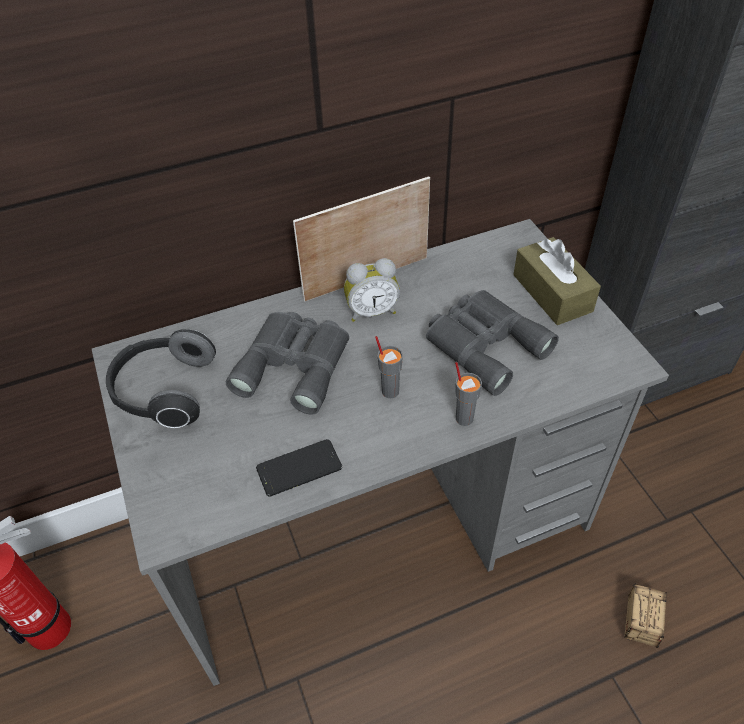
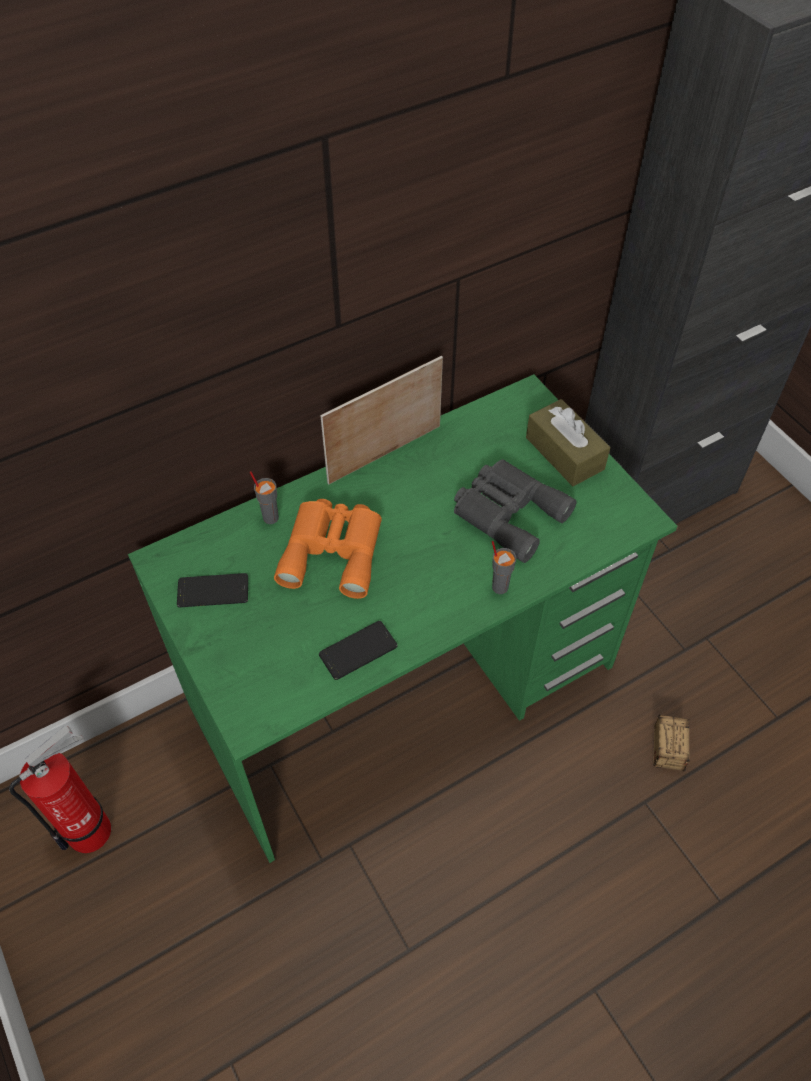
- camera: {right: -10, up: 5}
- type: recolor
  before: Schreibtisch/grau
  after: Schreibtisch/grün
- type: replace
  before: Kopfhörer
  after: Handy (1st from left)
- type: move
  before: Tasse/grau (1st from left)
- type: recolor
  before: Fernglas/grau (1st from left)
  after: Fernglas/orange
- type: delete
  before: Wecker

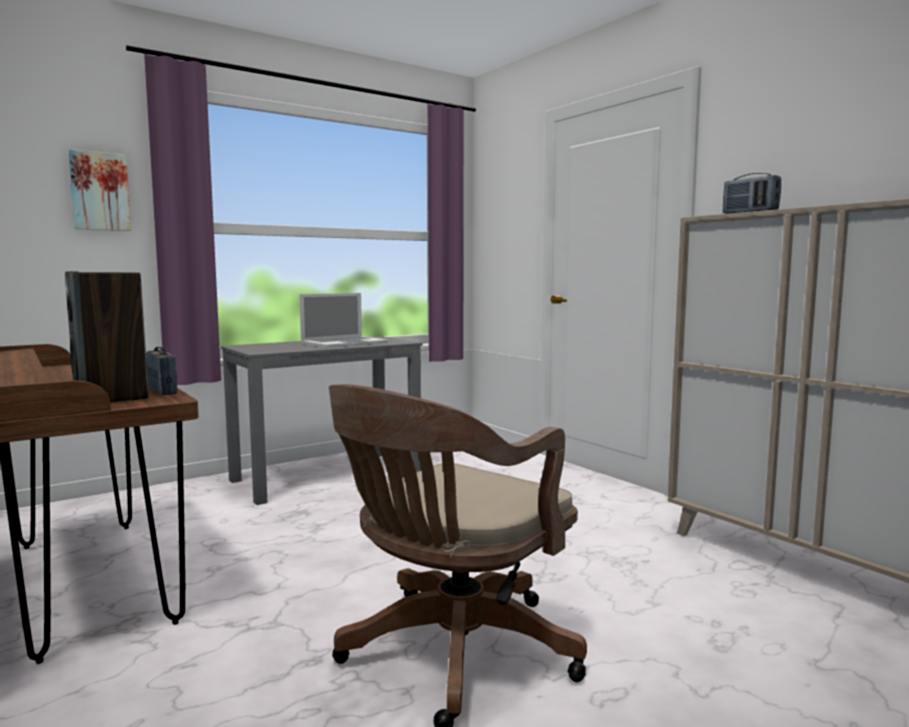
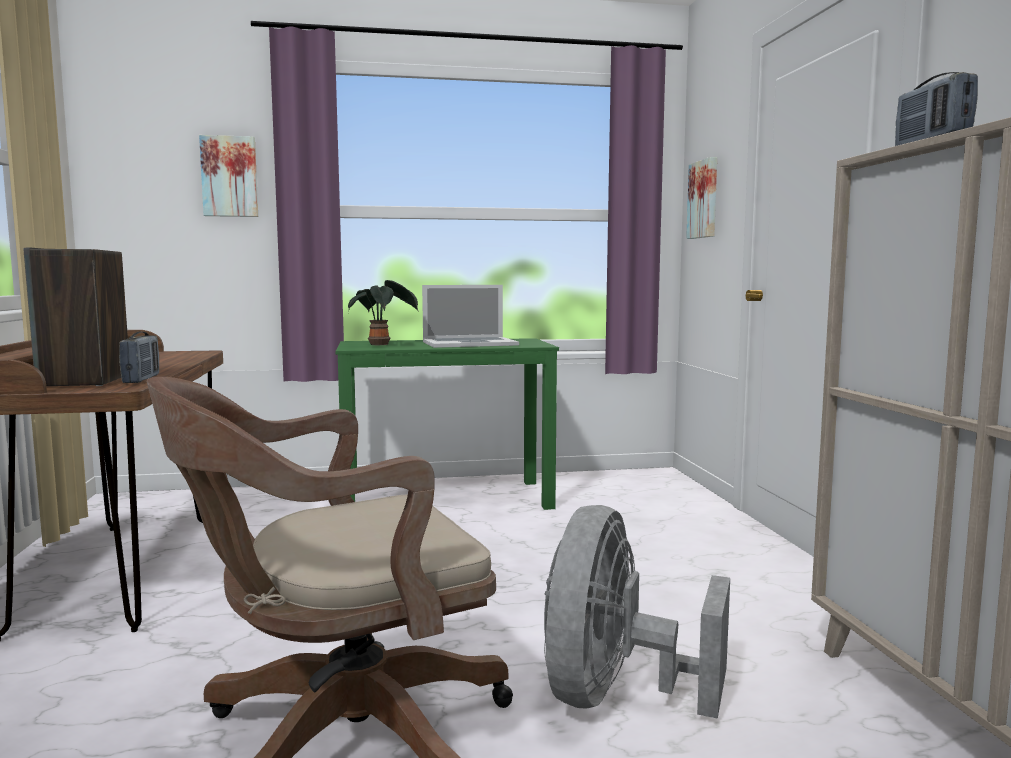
- camera: {right: 25, up: 0}
- type: recolor
  before: Schreibtisch/grau
  after: Schreibtisch/grün
- type: insert
  after: Topfpflanze
- type: insert
  after: Ventilator/grau
- type: insert
  after: Bild (2nd from left)

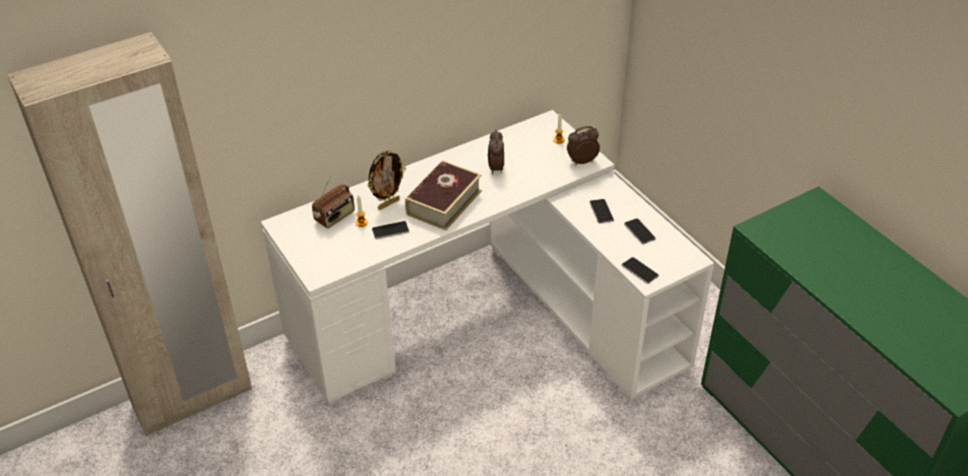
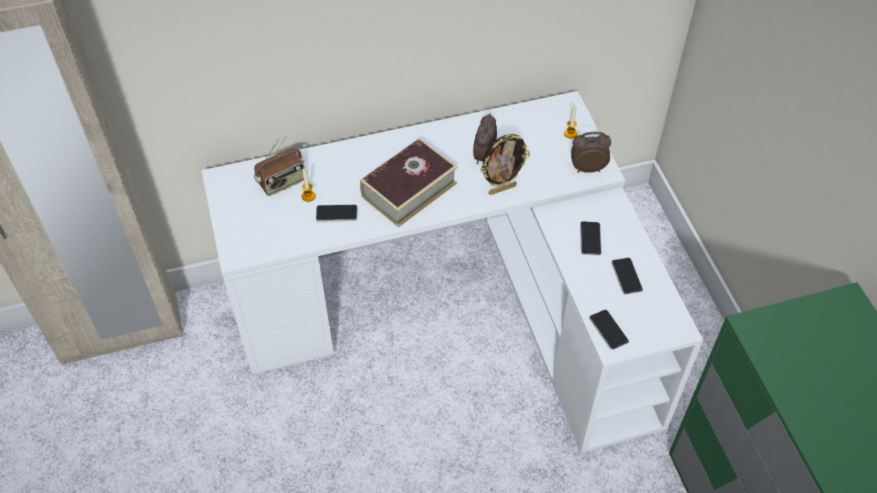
- camera: {right: 15, up: 10}
- type: move
  before: Bilderrahmen

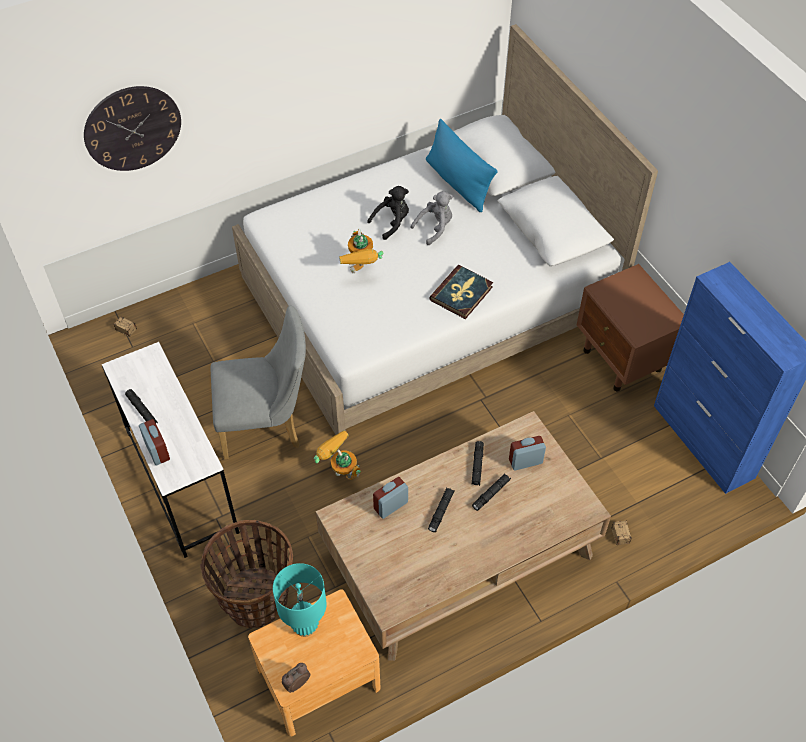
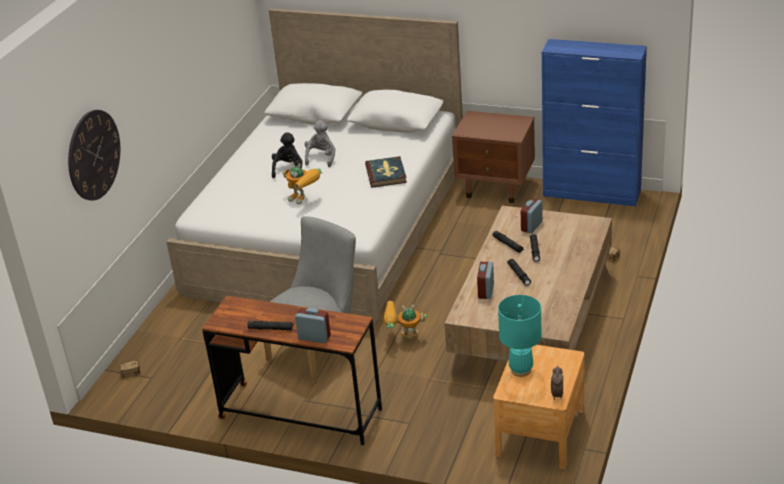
- camera: {right: -40, up: -20}
- type: recolor
  before: Schreibtisch/weiß
  after: Schreibtisch/braun
- type: delete
  before: Korb
- type: delete
  before: Kissen/blau

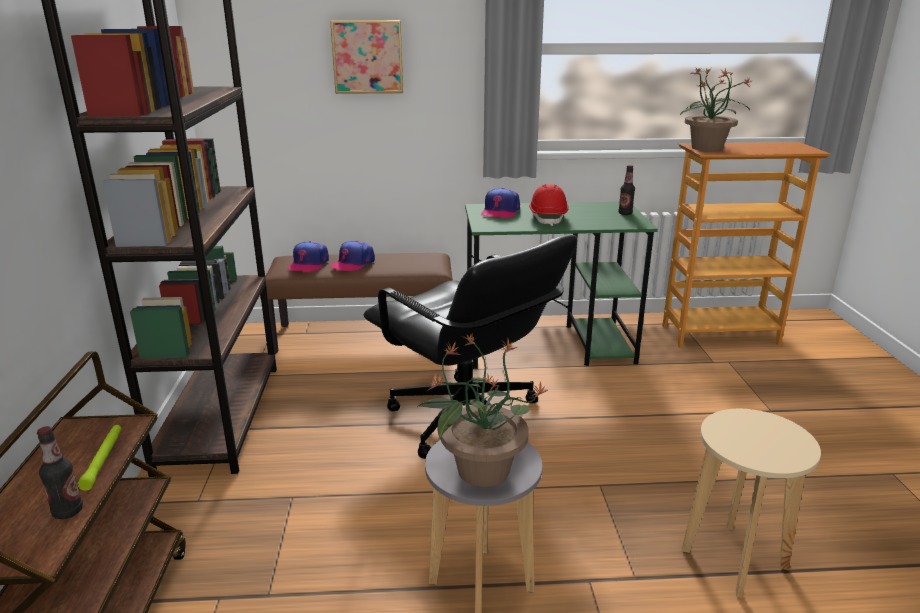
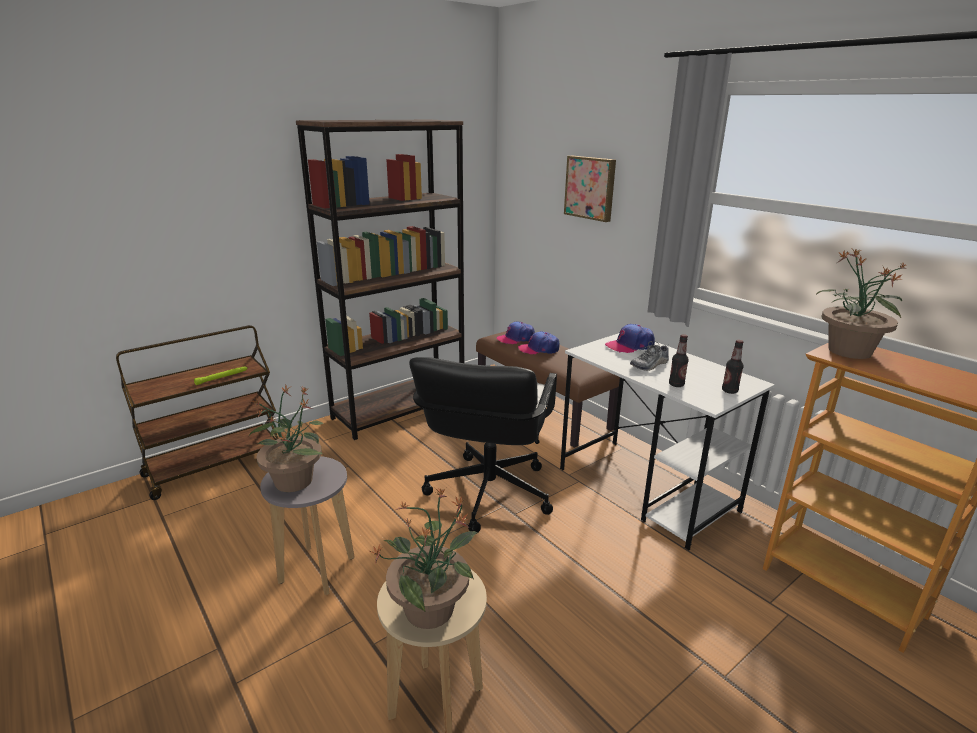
- camera: {right: 55, up: 0}
- type: insert
  after: Topfpflanze (2nd from left)
- type: recolor
  before: Schreibtisch/grün
  after: Schreibtisch/weiß
- type: replace
  before: Schutzhelm/rot
  after: Schuh
- type: move
  before: Flasche (1st from left)

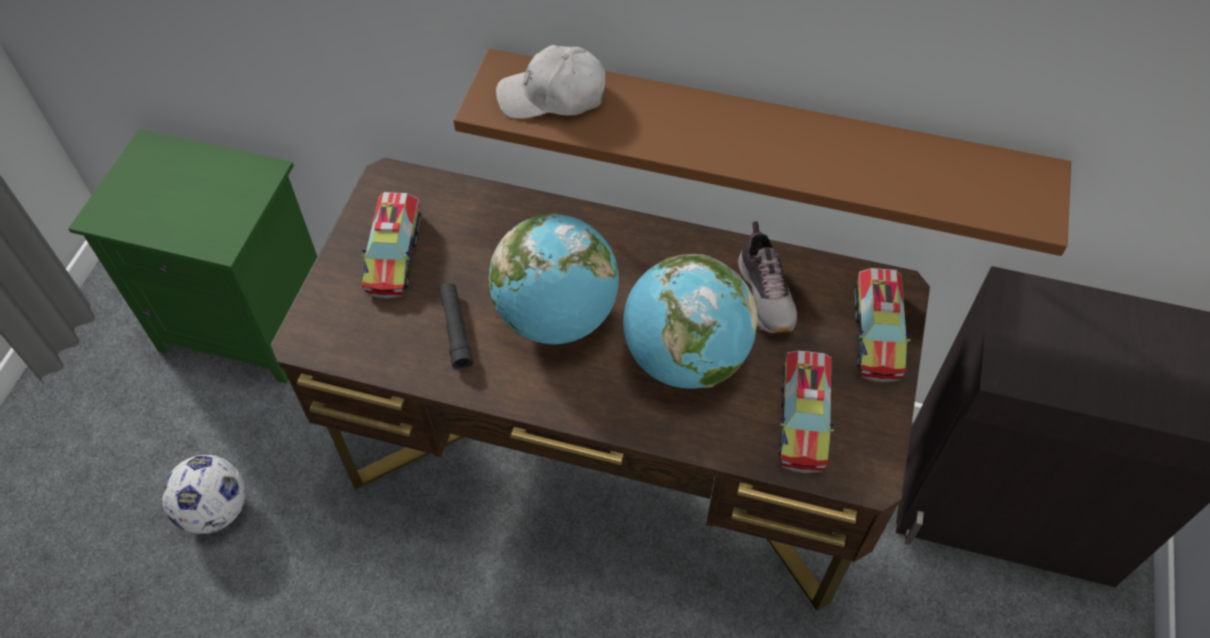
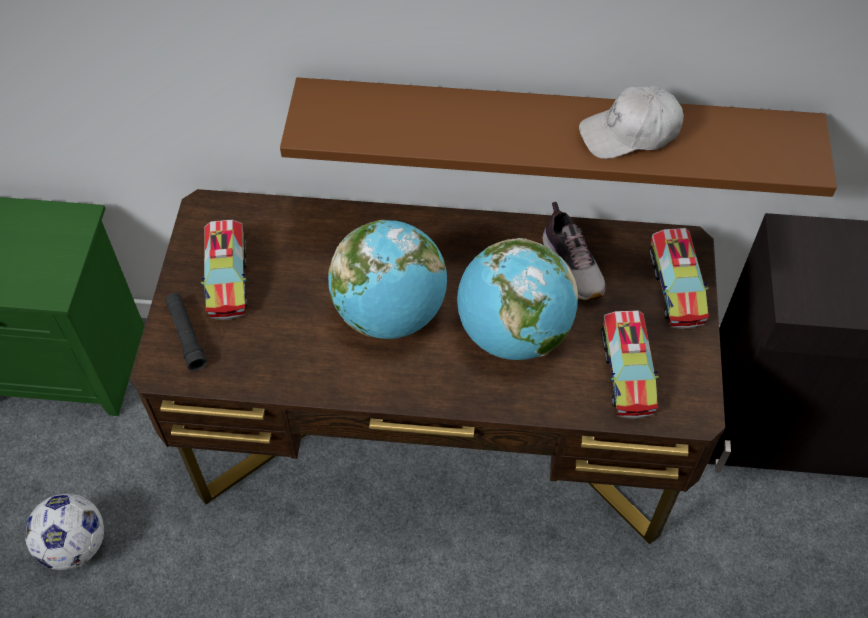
- camera: {right: -10, up: 0}
- type: move
  before: Taschenlampe/schwarz
- type: move
  before: Kappe/weiß

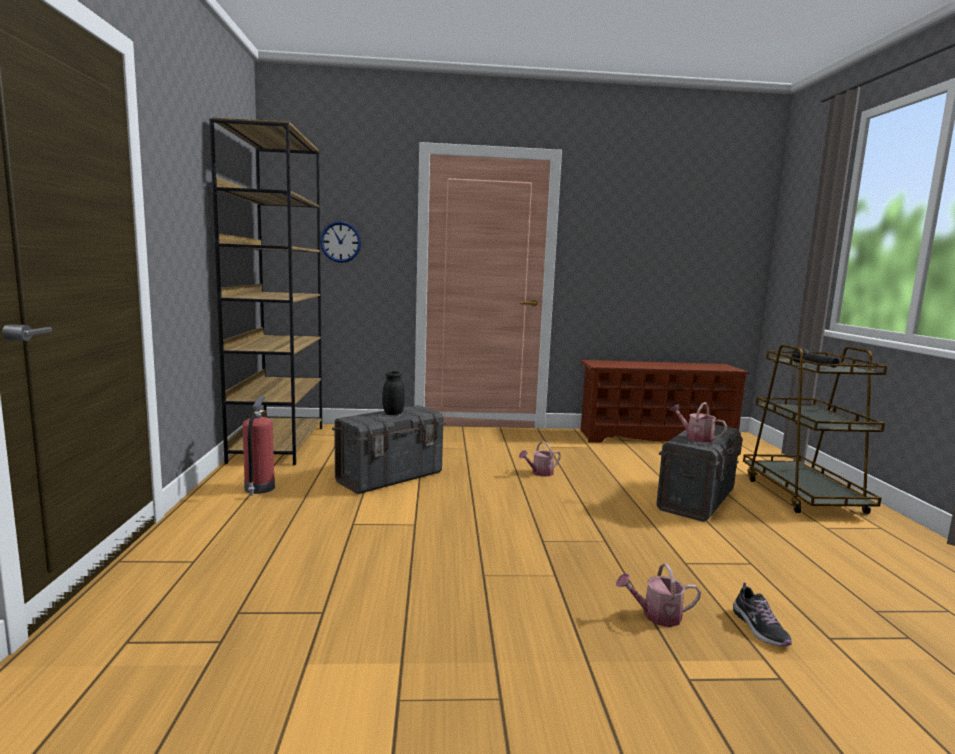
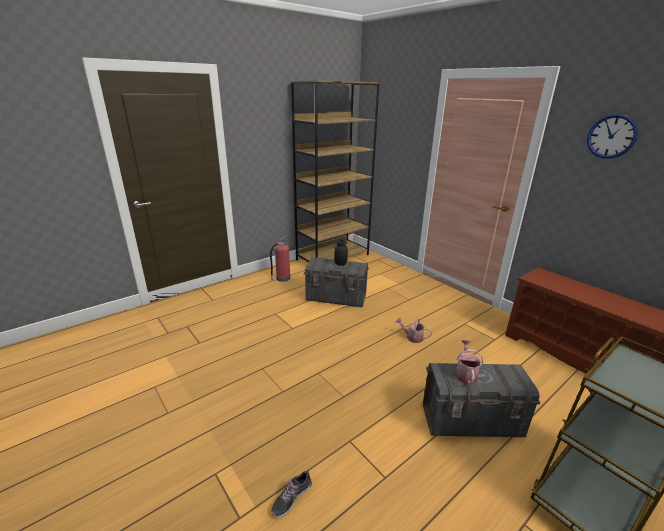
- camera: {right: 55, up: 15}
- type: move
  before: Wanduhr
- type: delete
  before: Gießkanne (2nd from left)
- type: delete
  before: Taschenlampe/schwarz

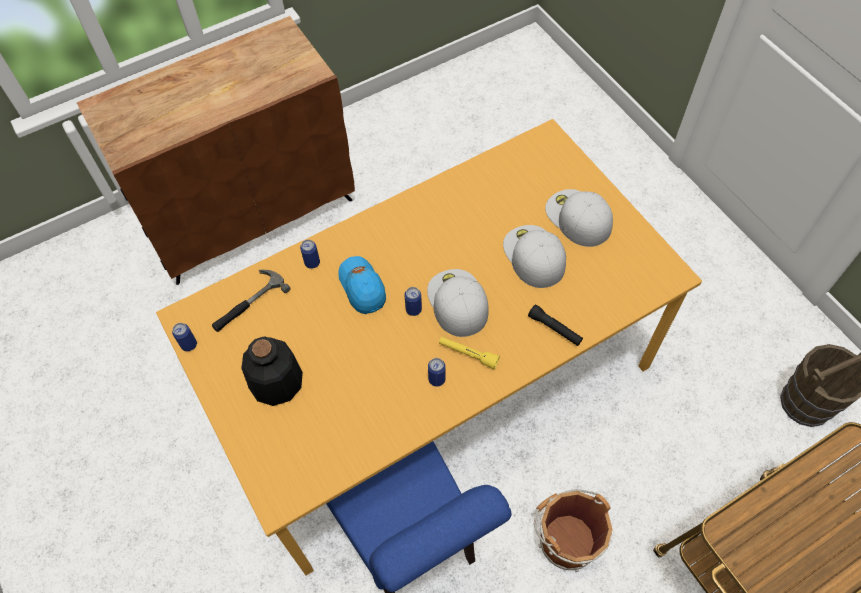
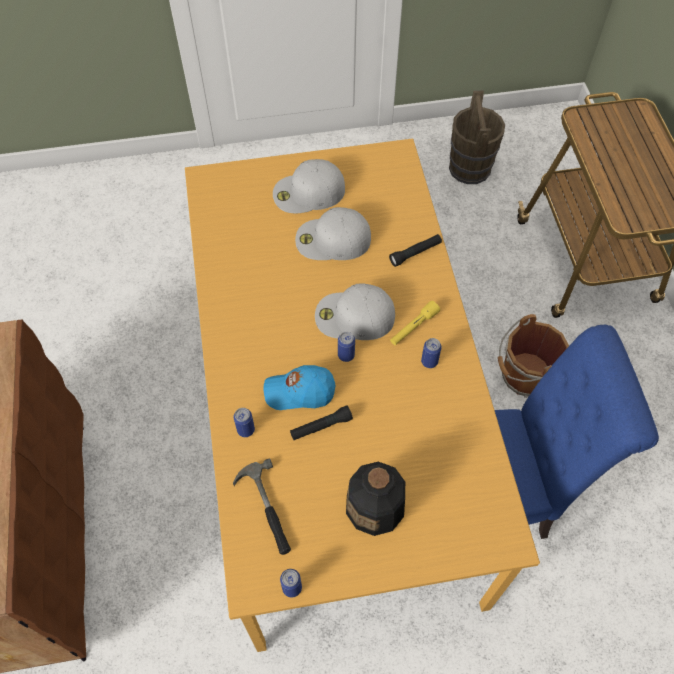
- camera: {right: -70, up: 0}
- type: insert
  after: Taschenlampe/schwarz (1st from left)

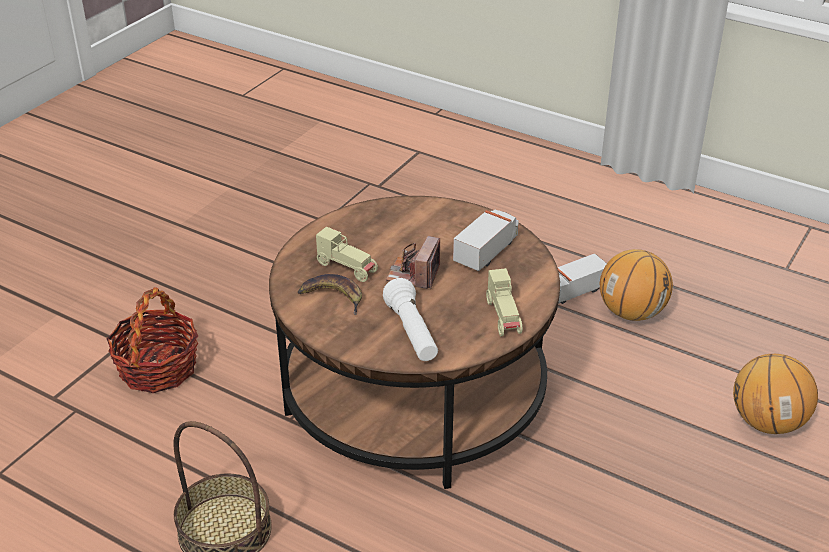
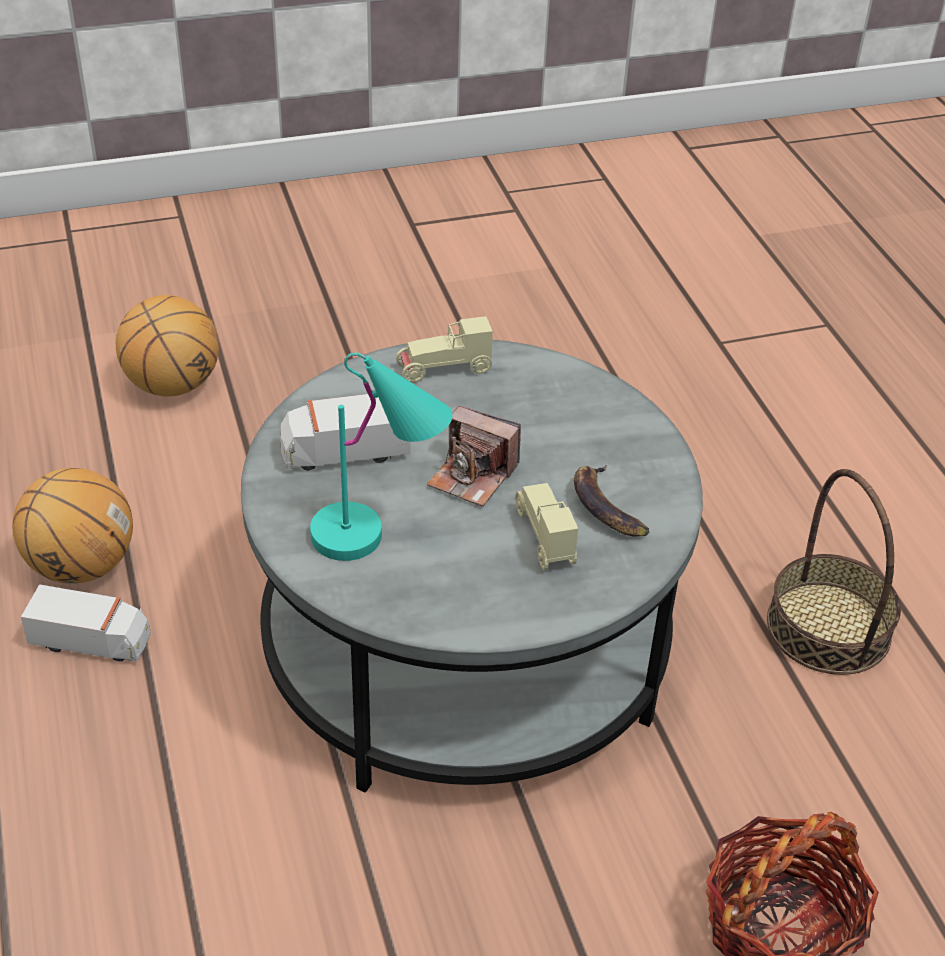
- camera: {right: -140, up: 5}
- type: recolor
  before: Couchtisch/braun
  after: Couchtisch/grau
- type: insert
  after: Tischlampe/türkis
- type: rotate
  before: Spielzeugauto/beige (2nd from left in the first image)
  turn: -135
- type: rotate
  before: Kamera
  turn: 60
- type: delete
  before: Taschenlampe/weiß

